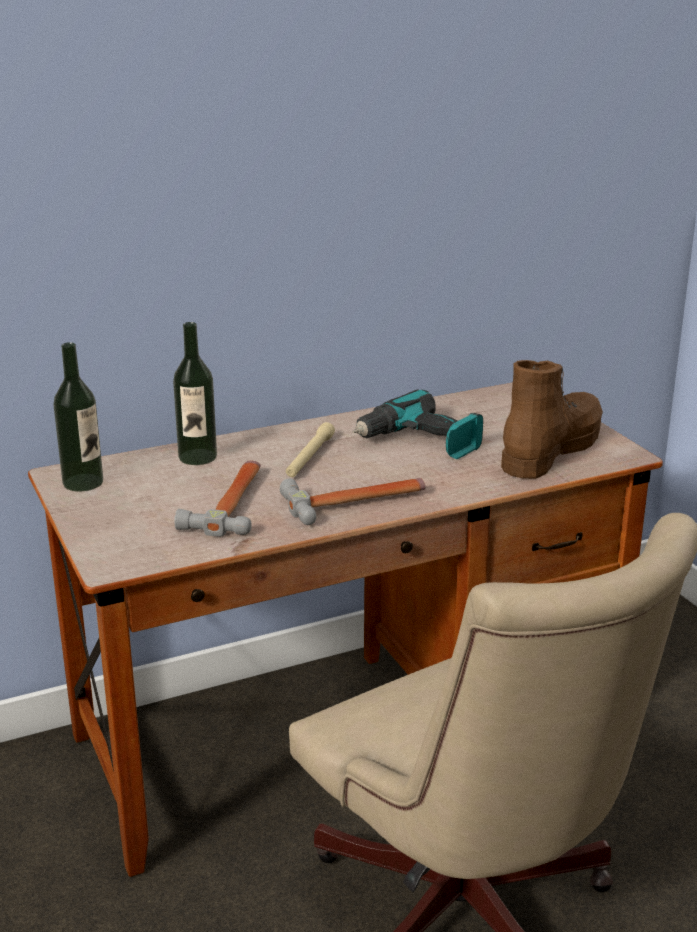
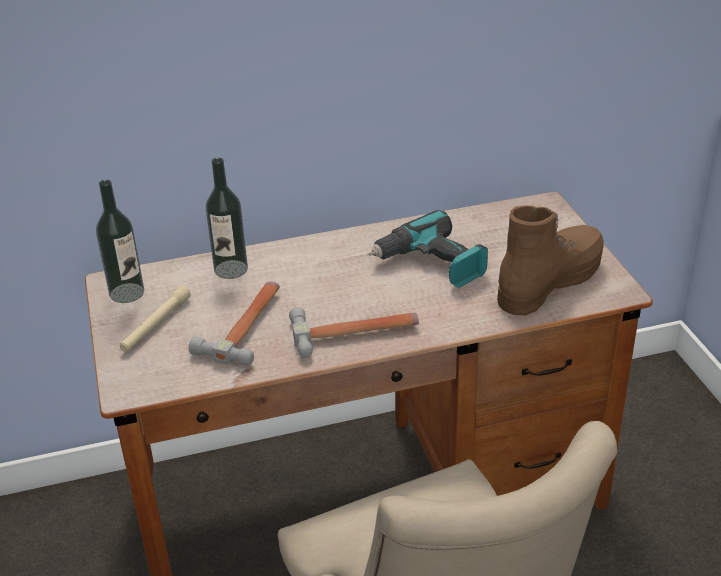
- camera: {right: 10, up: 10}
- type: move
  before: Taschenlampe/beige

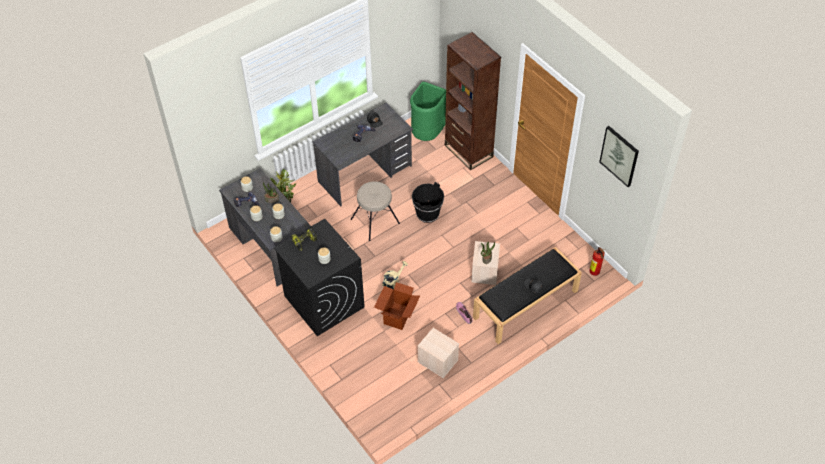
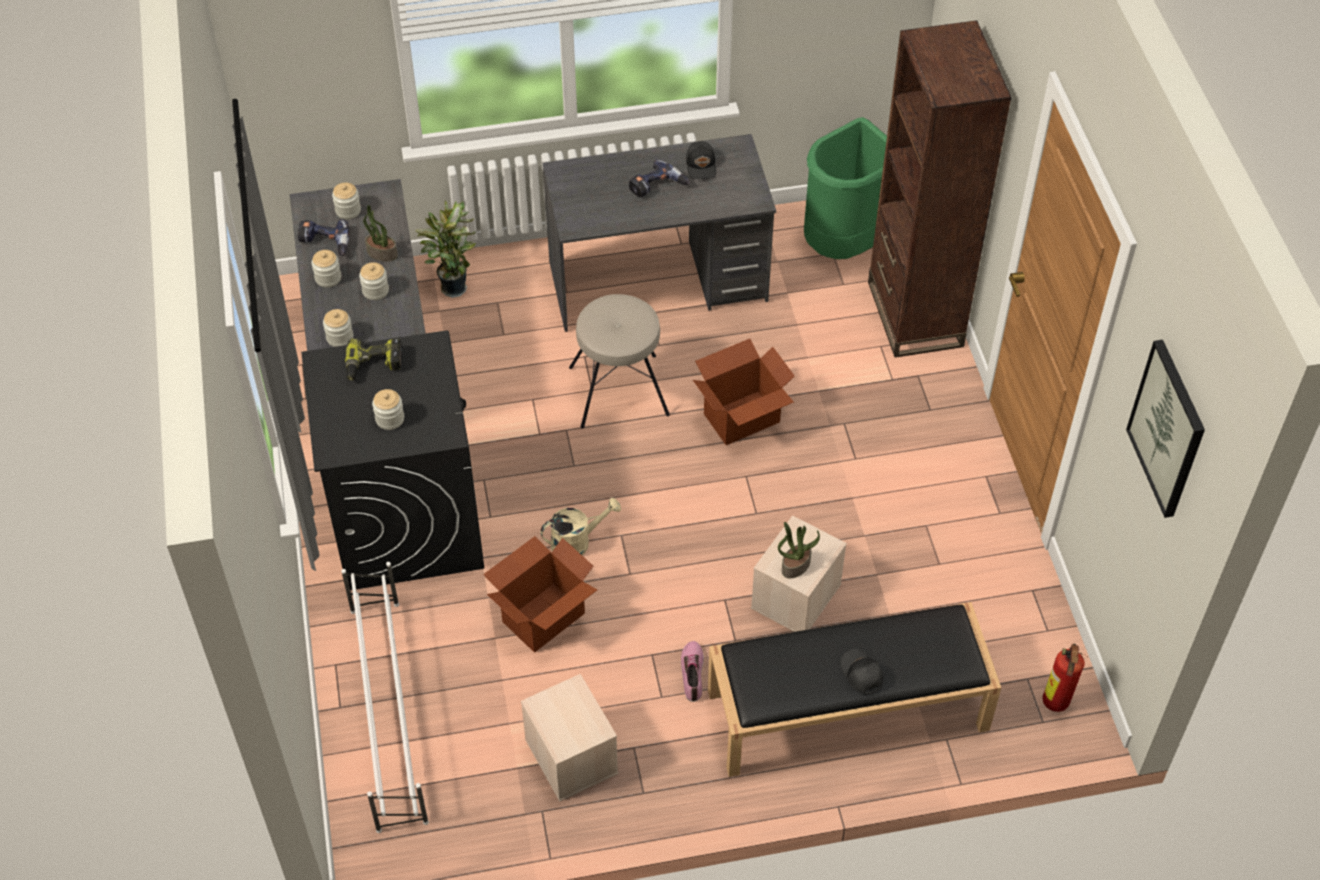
- camera: {right: 25, up: 0}
- type: insert
  after: Schuhregal/weiß
- type: replace
  before: Eimer/schwarz
  after: Karton (2nd from left)

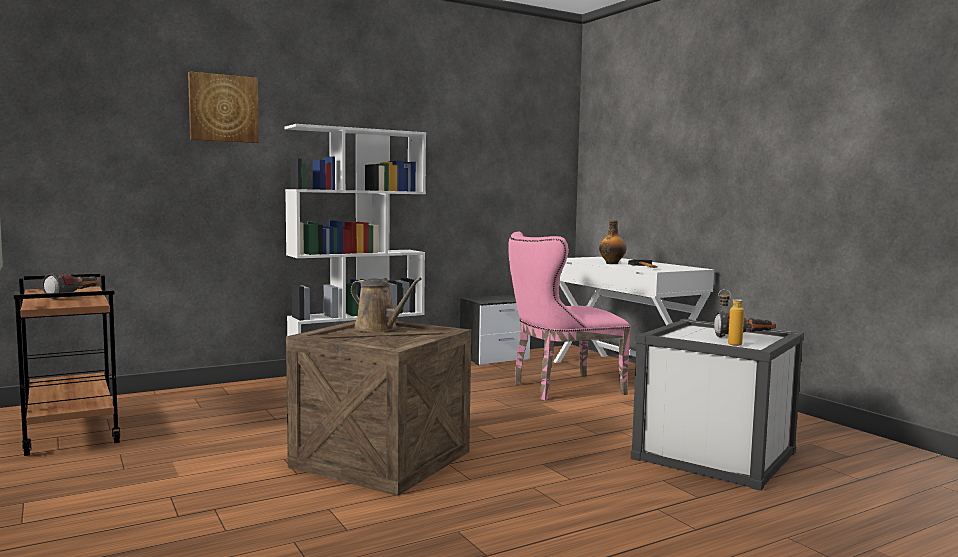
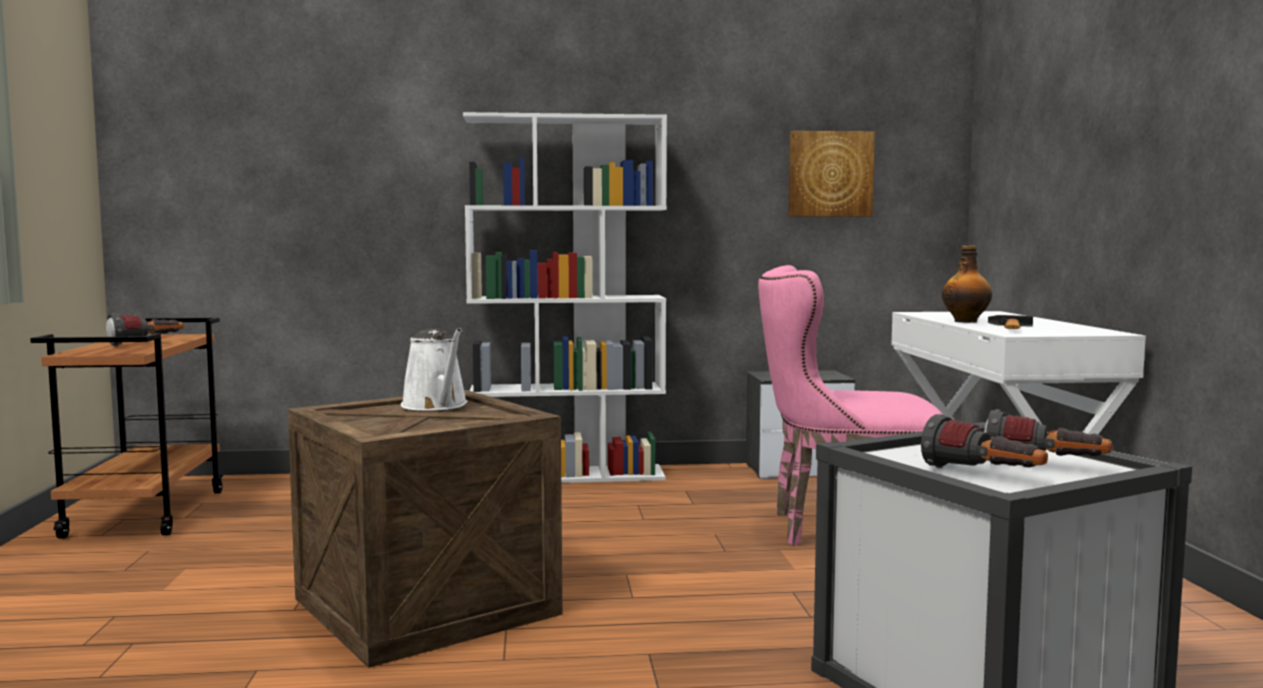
- camera: {right: 25, up: 0}
- type: recolor
  before: Gießkanne/braun
  after: Gießkanne/weiß
- type: move
  before: Bild
- type: replace
  before: Flasche (2nd from left)
  after: Taschenlampe (2nd from left)

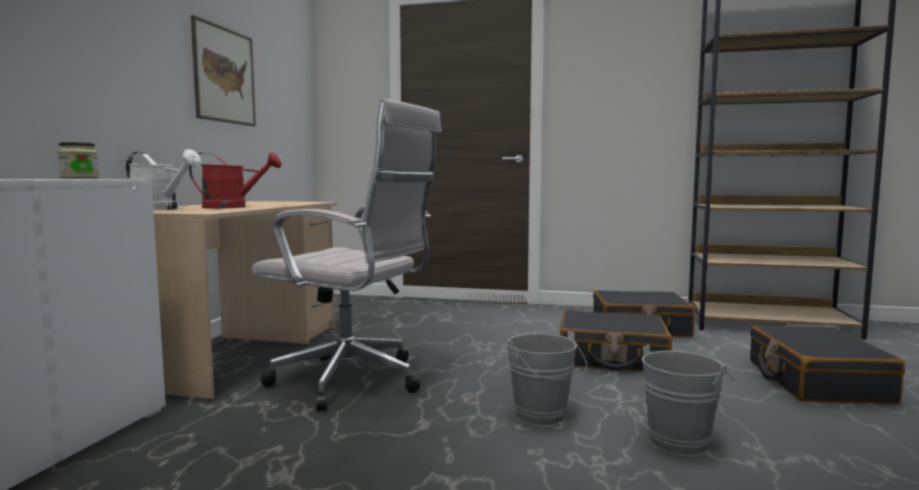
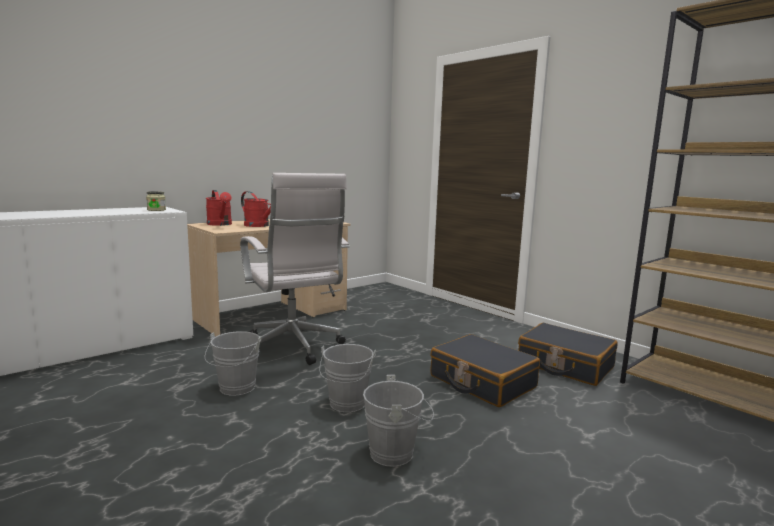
- camera: {right: 35, up: 5}
- type: insert
  after: Eimer/grau (1st from left)
- type: recolor
  before: Gießkanne/weiß
  after: Gießkanne/rot (1st from left)
- type: delete
  before: Bild
- type: delete
  before: Koffer/schwarz (3rd from left)

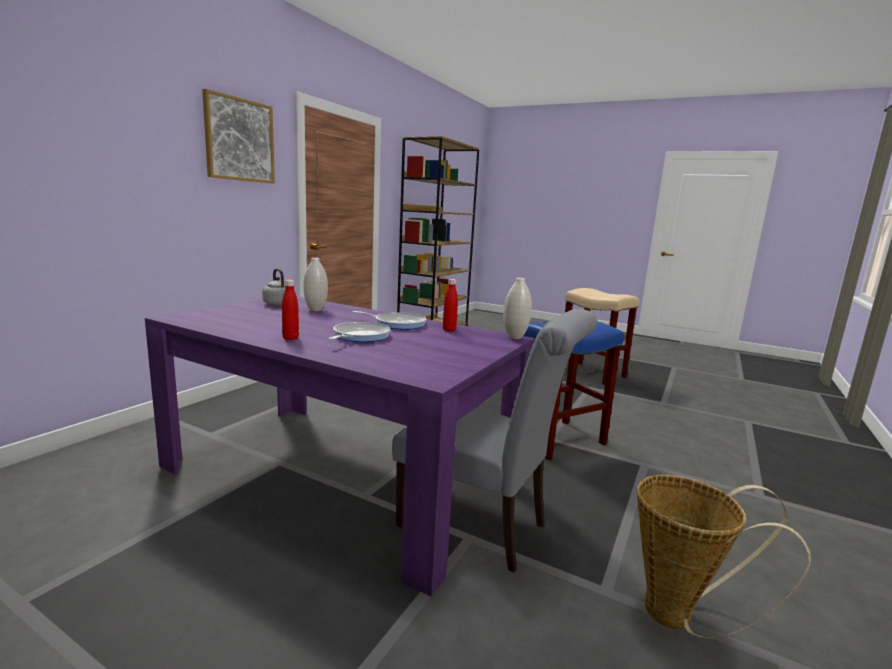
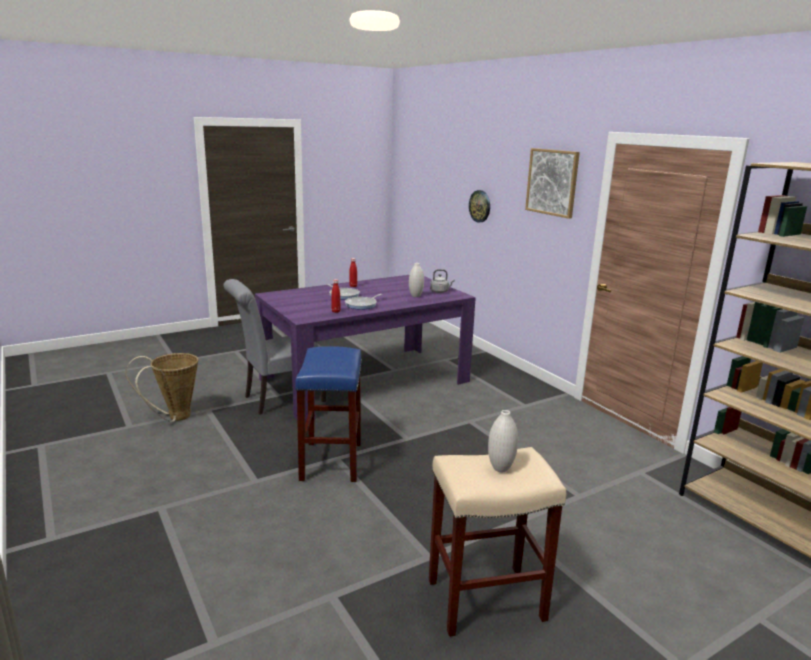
- camera: {right: 120, up: 5}
- type: insert
  after: Wanduhr
- type: move
  before: Vase/weiß (2nd from left)

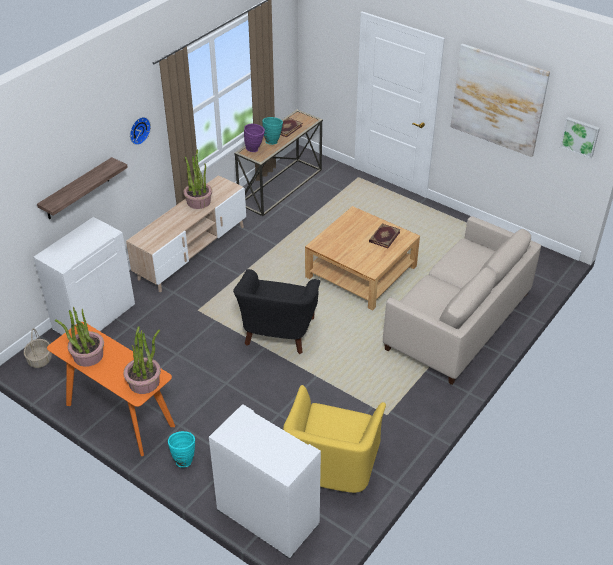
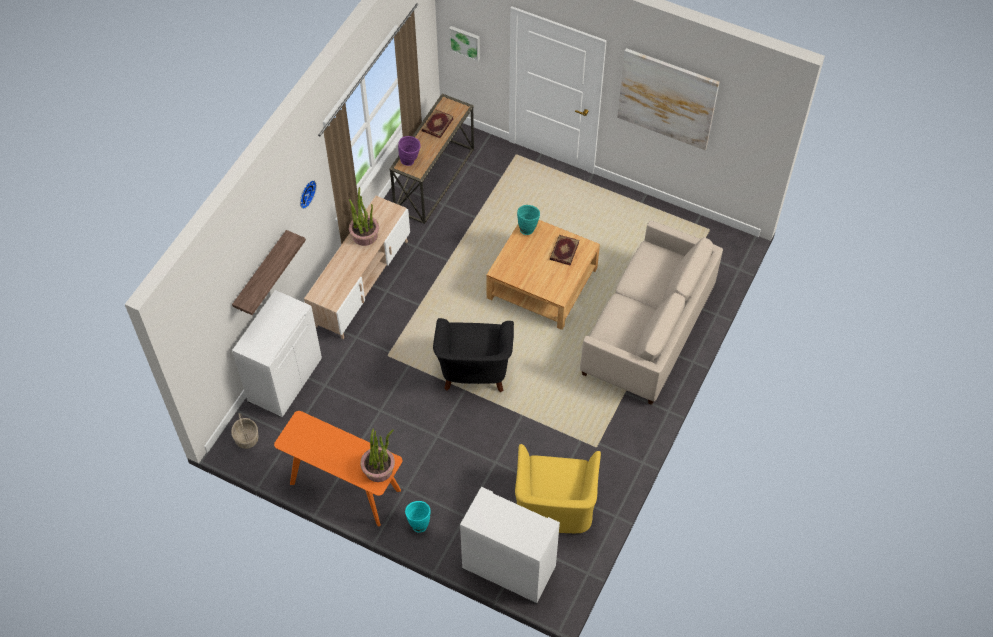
- camera: {right: -10, up: 15}
- type: move
  before: Bild (2nd from left in the first image)
  after: Bild (1st from left)
- type: move
  before: Vase/türkis (2nd from left)
- type: delete
  before: Topfpflanze (1st from left)

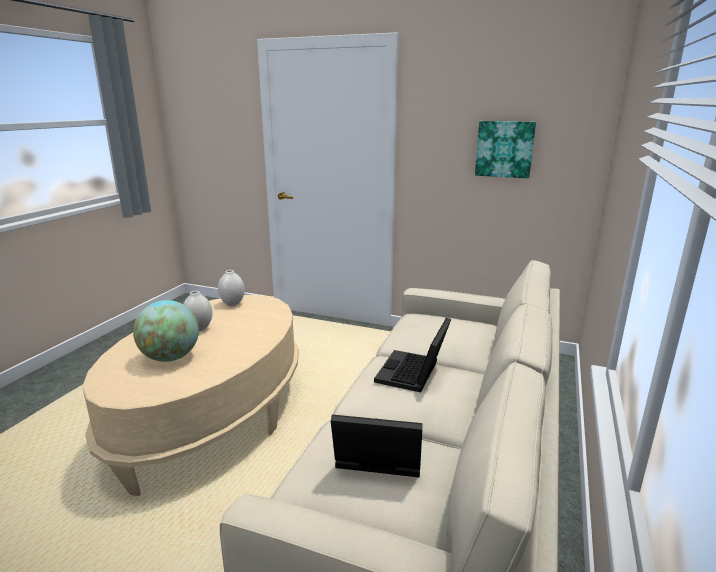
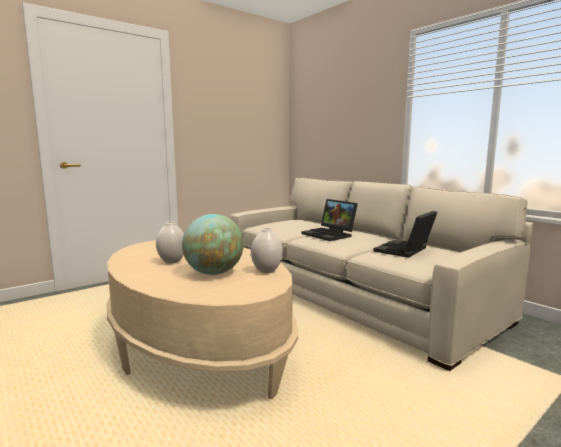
- camera: {right: -60, up: -10}
- type: move
  before: Vase/weiß (2nd from left)
- type: delete
  before: Bild

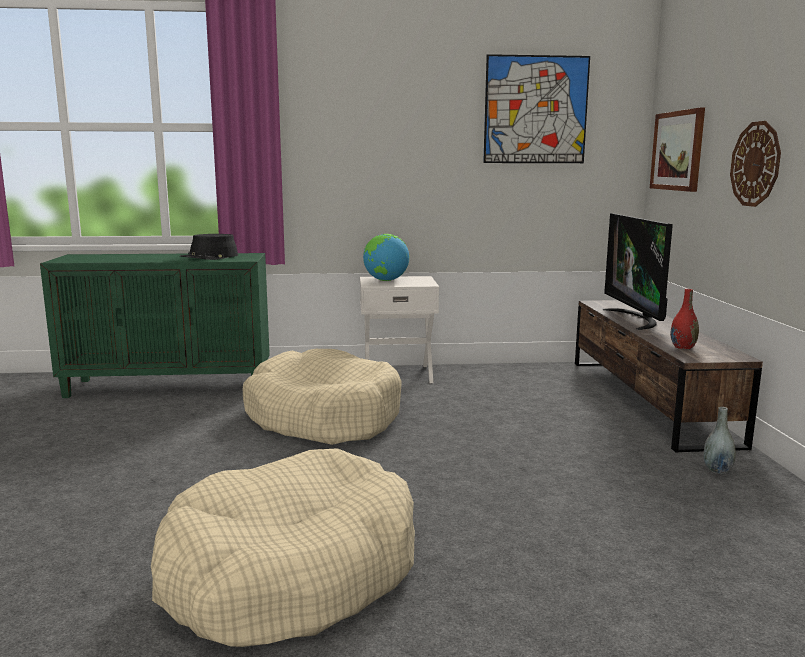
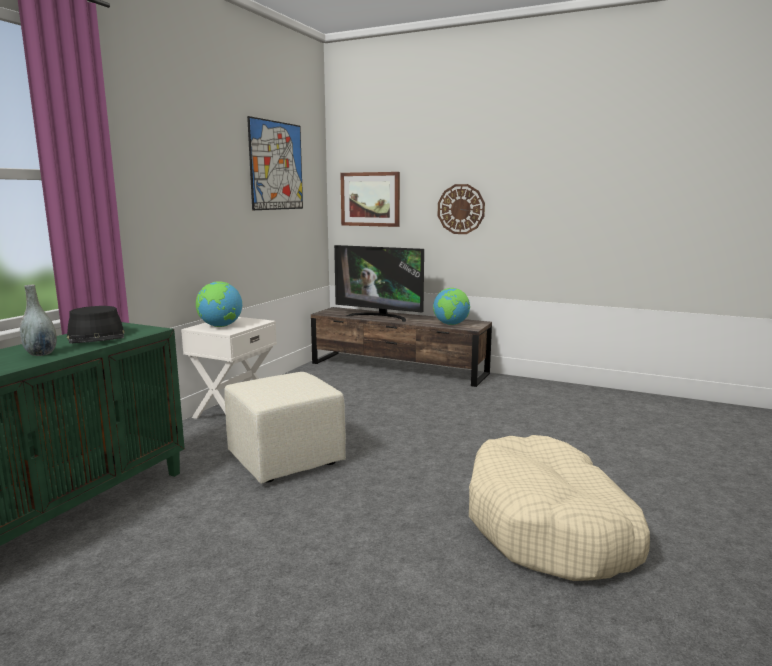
- camera: {right: -60, up: 0}
- type: move
  before: Vase/grau
- type: replace
  before: Hundebett/beige (2nd from left)
  after: Polsterhocker/beige
- type: replace
  before: Vase/rot
  after: Globus (2nd from left)

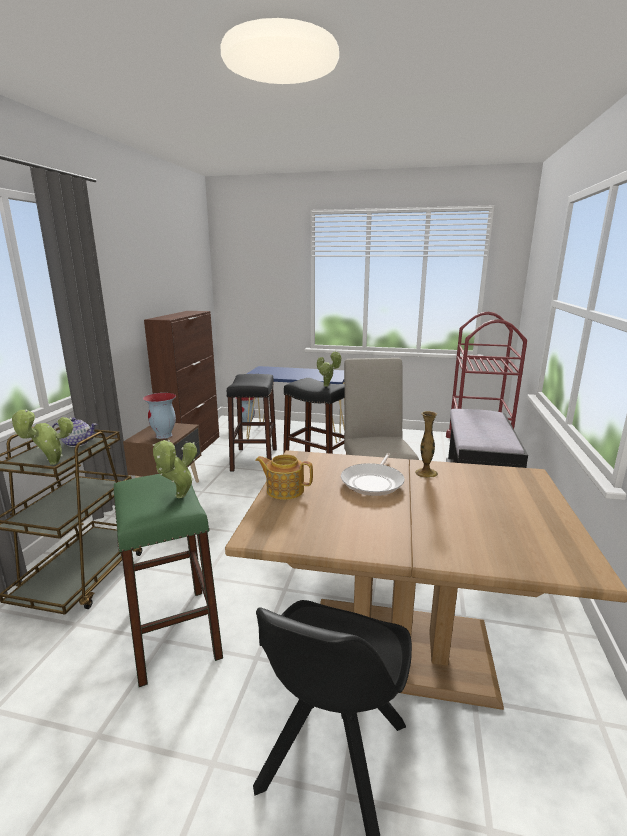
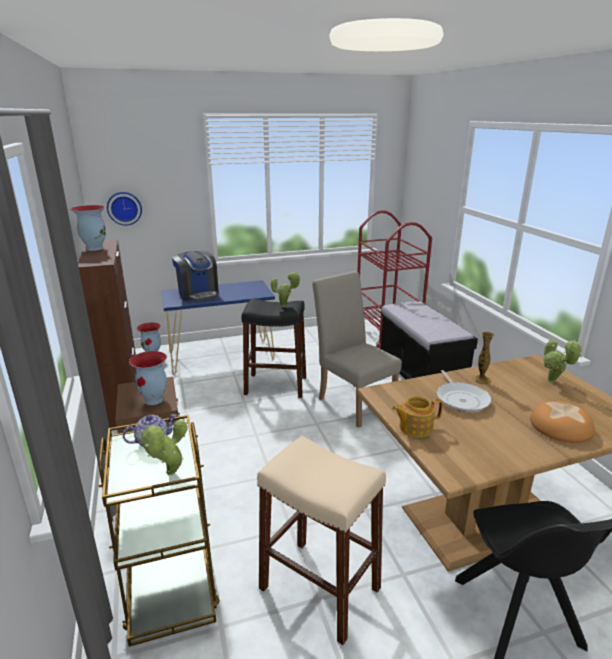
- camera: {right: -30, up: 5}
- type: insert
  after: Vase (1st from left)
- type: insert
  after: Wanduhr
- type: insert
  after: Kaffeemaschine
- type: recolor
  before: Hocker/grün
  after: Hocker/beige
- type: insert
  after: Brot
- type: move
  before: Topfpflanze (2nd from left in the first image)
  after: Topfpflanze (3rd from left)
- type: delete
  before: Hocker/schwarz (1st from left)

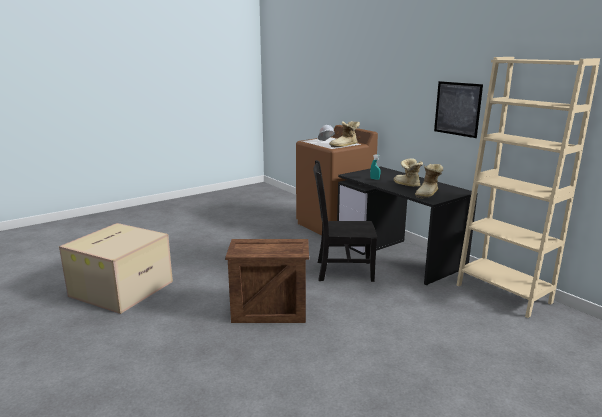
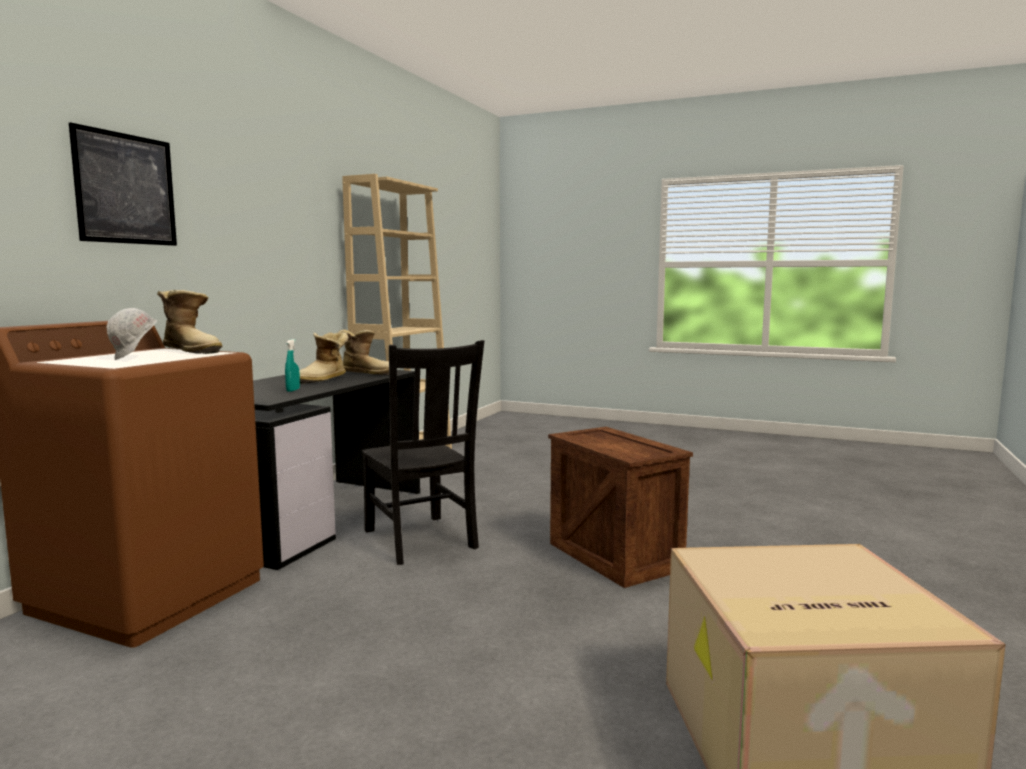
- camera: {right: -120, up: -10}
- type: move
  before: Bild

